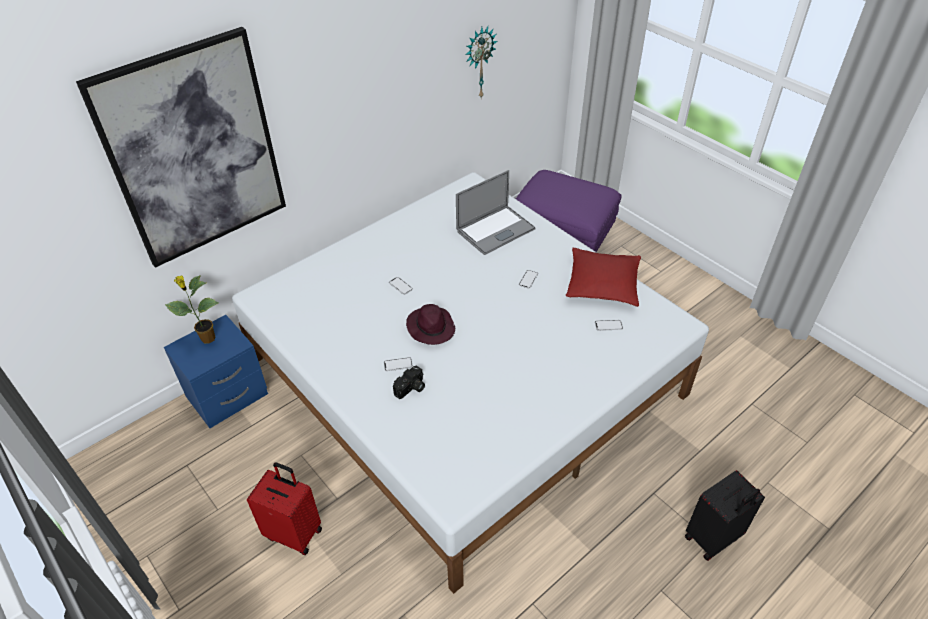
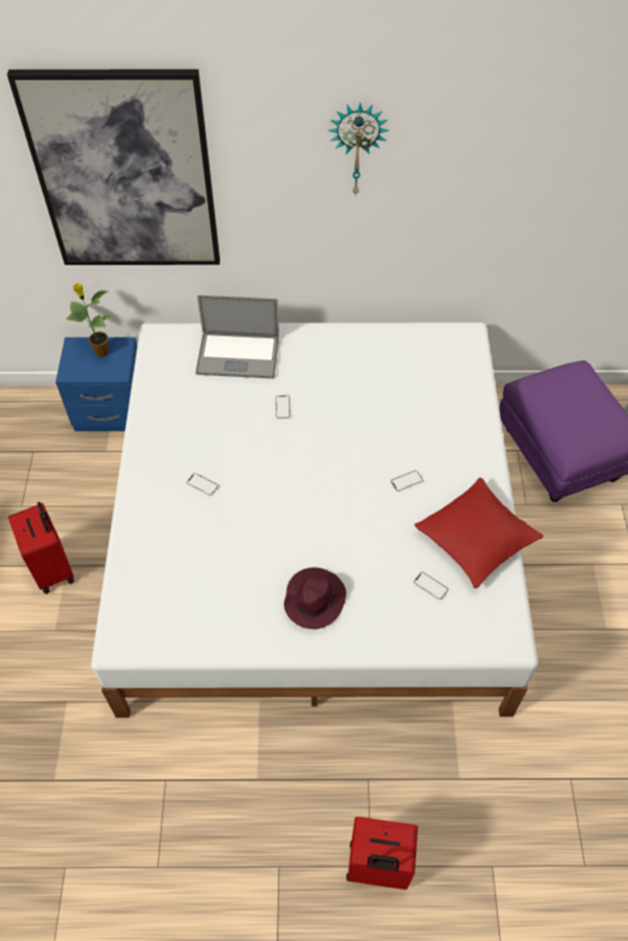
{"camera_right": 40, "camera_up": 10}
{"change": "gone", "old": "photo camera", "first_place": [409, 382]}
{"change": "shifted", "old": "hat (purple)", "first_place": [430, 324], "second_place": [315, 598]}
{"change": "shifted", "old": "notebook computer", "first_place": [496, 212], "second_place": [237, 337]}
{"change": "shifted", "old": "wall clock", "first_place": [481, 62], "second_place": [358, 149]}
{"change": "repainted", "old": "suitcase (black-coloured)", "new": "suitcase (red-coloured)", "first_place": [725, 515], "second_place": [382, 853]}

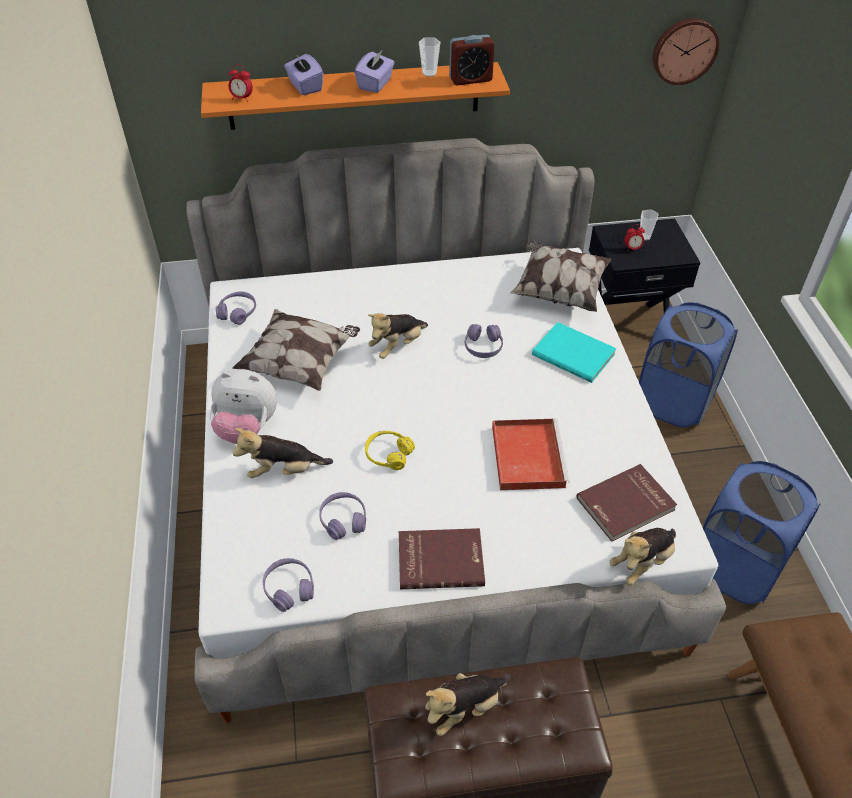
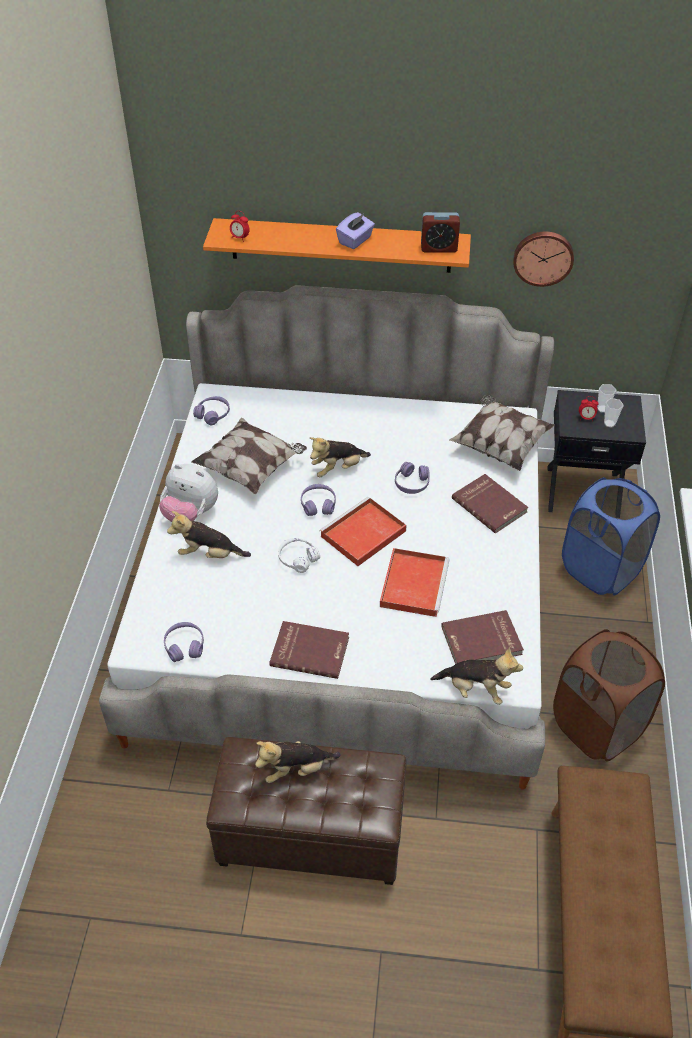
{"camera_right": 15, "camera_up": 0}
{"change": "gone", "old": "tissue holder (purple)", "first_place": [303, 74]}
{"change": "shifted", "old": "headphones (purple)", "first_place": [342, 516], "second_place": [318, 500]}
{"change": "repainted", "old": "headphones (yellow)", "new": "headphones (white)", "first_place": [390, 450], "second_place": [299, 555]}
{"change": "shifted", "old": "cup", "first_place": [429, 57], "second_place": [614, 413]}
{"change": "repainted", "old": "book (blue-green)", "new": "book (red-coloured)", "first_place": [574, 352], "second_place": [490, 504]}
{"change": "rotated", "old": "plush toy", "first_place": [642, 557], "second_place": [476, 676], "degrees": -135}
{"change": "shifted", "old": "wall clock", "first_place": [686, 51], "second_place": [543, 259]}
{"change": "repainted", "old": "washing basket (blue-coloured)", "new": "washing basket (brown-coloured)", "first_place": [762, 532], "second_place": [609, 695]}
{"change": "new", "new": "tray (red-coloured)", "second_place": [362, 531]}

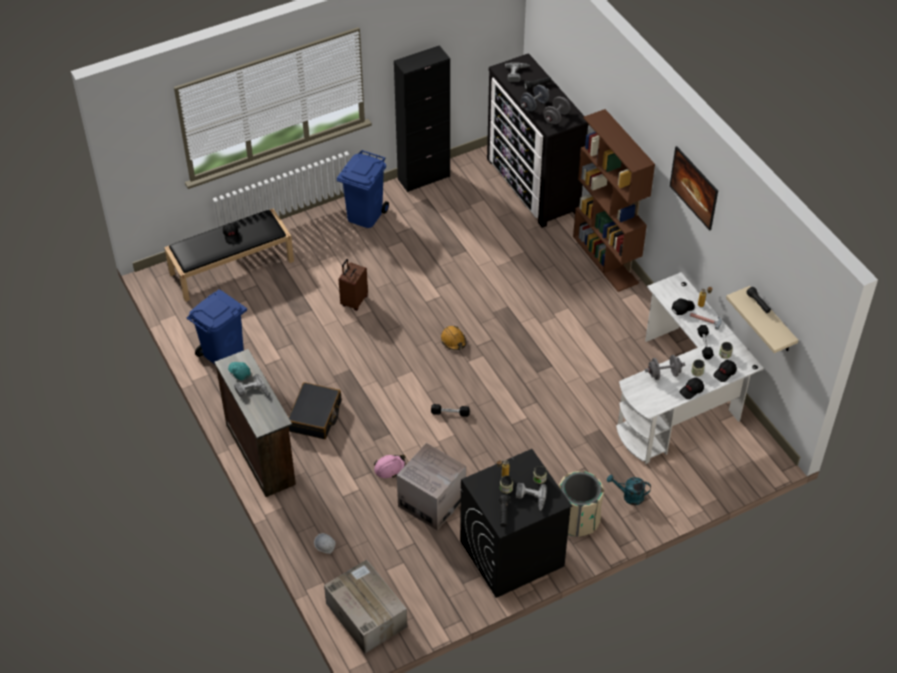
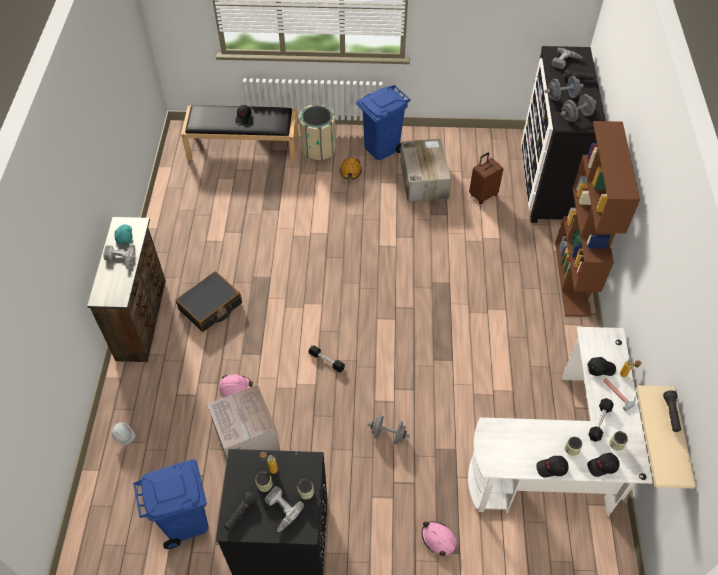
{"camera_right": 30, "camera_up": 5}
{"change": "shifted", "old": "trash can (blue-coloured)", "first_place": [217, 326], "second_place": [170, 504]}
{"change": "shifted", "old": "cardboard box", "first_place": [366, 607], "second_place": [425, 170]}
{"change": "shifted", "old": "suitcase (brown-coloured)", "first_place": [353, 285], "second_place": [486, 178]}
{"change": "gone", "old": "storage cabinet (black-coloured)", "first_place": [422, 118]}
{"change": "shifted", "old": "work helmet (orangey)", "first_place": [453, 338], "second_place": [351, 168]}
{"change": "shifted", "old": "trash can (beige)", "first_place": [581, 504], "second_place": [317, 132]}
{"change": "swapped", "old": "watering pot (blue-green)", "new": "work helmet (pinkish)", "first_place": [629, 489], "second_place": [439, 538]}
{"change": "shifted", "old": "dumbbell (greyish)", "first_place": [665, 367], "second_place": [389, 430]}
{"change": "gone", "old": "wall picture", "first_place": [694, 188]}

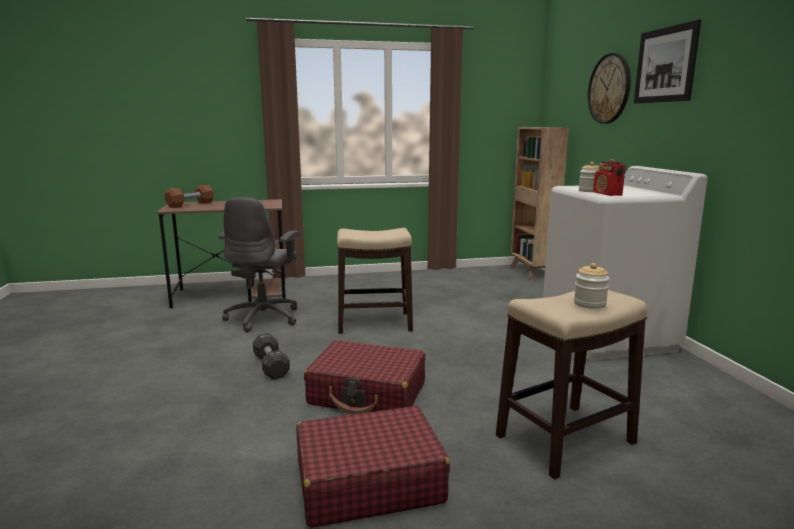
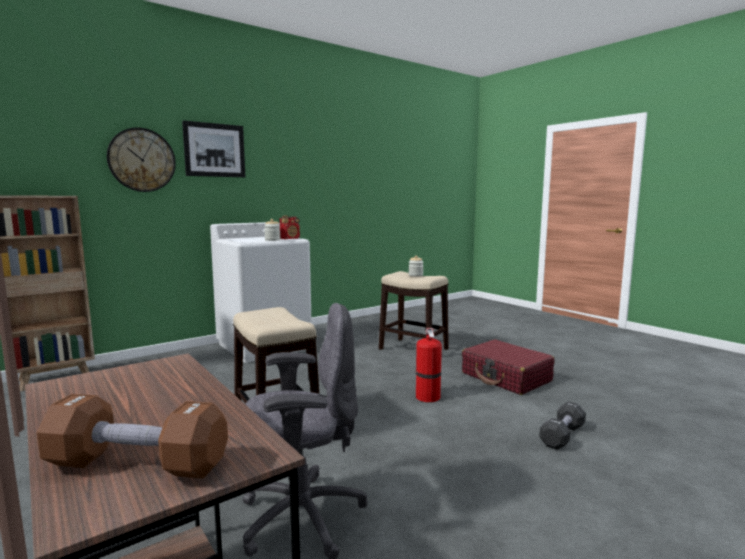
{"camera_right": -115, "camera_up": -5}
{"change": "shifted", "old": "dumbbell (black-coloured)", "first_place": [271, 356], "second_place": [562, 426]}
{"change": "swapped", "old": "suitcase (red-coloured)", "new": "fire extinguisher", "first_place": [364, 377], "second_place": [429, 365]}

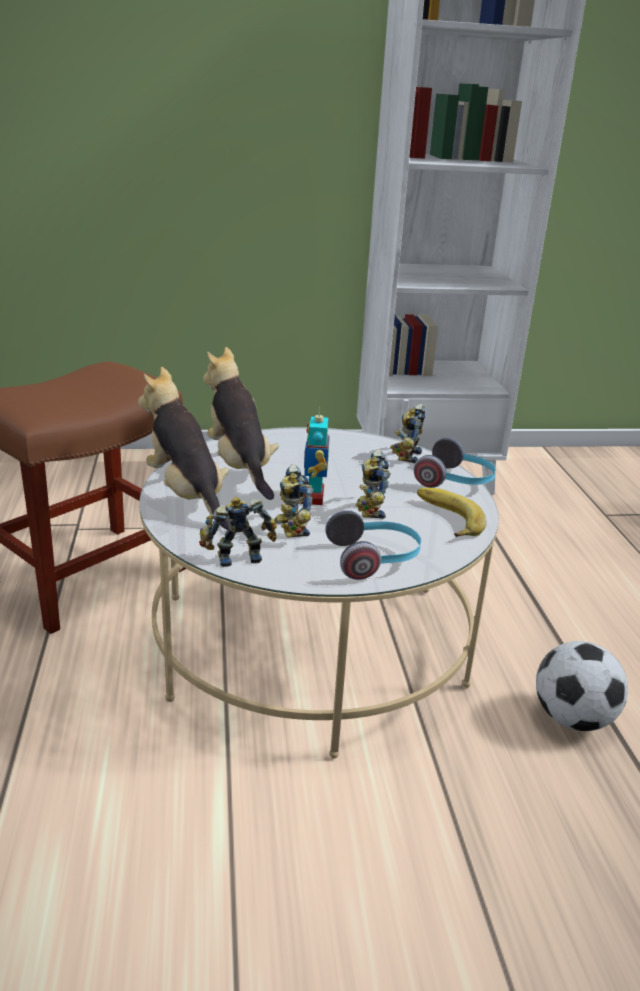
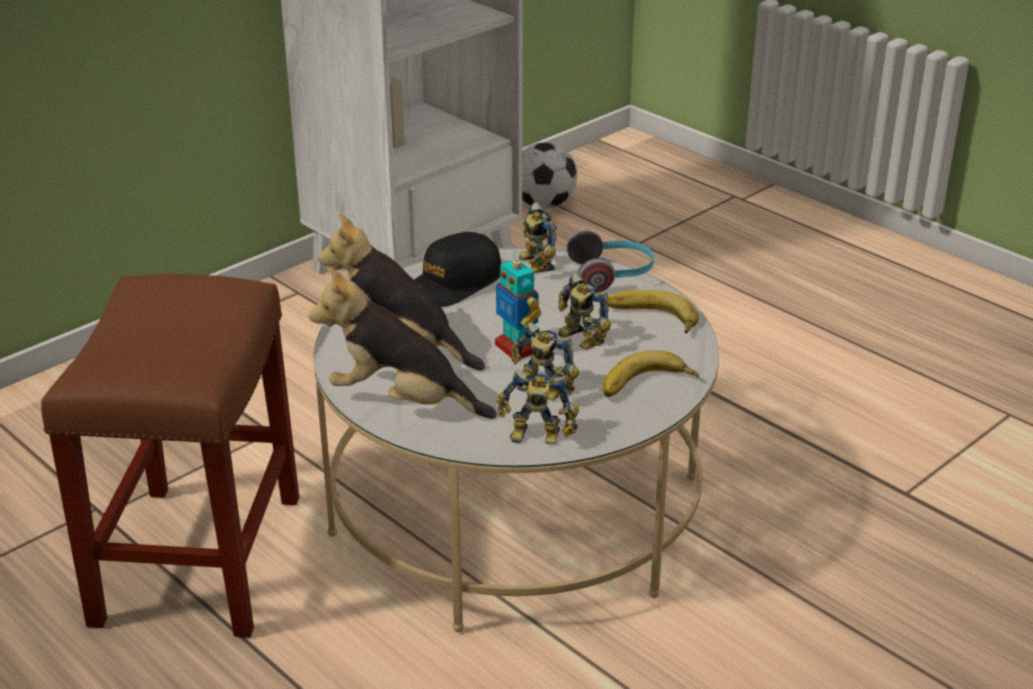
{"camera_right": -35, "camera_up": 5}
{"change": "rotated", "old": "toy robot", "first_place": [238, 532], "second_place": [538, 407], "degrees": -120}
{"change": "swapped", "old": "headphones", "new": "banana fruit", "first_place": [373, 545], "second_place": [651, 373]}
{"change": "shifted", "old": "football ball", "first_place": [582, 686], "second_place": [549, 175]}
{"change": "new", "new": "cap (black-coloured)", "second_place": [457, 269]}

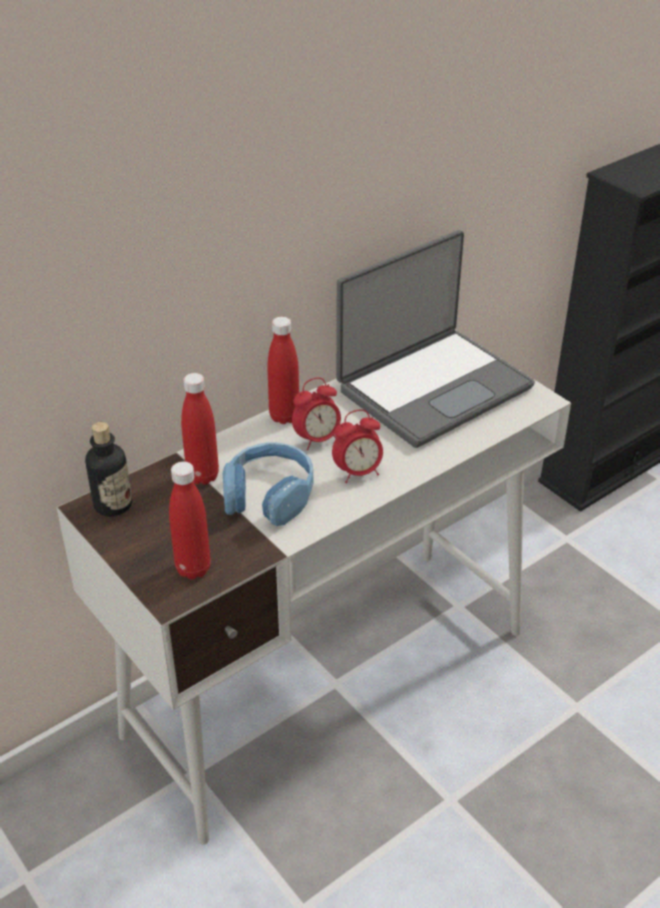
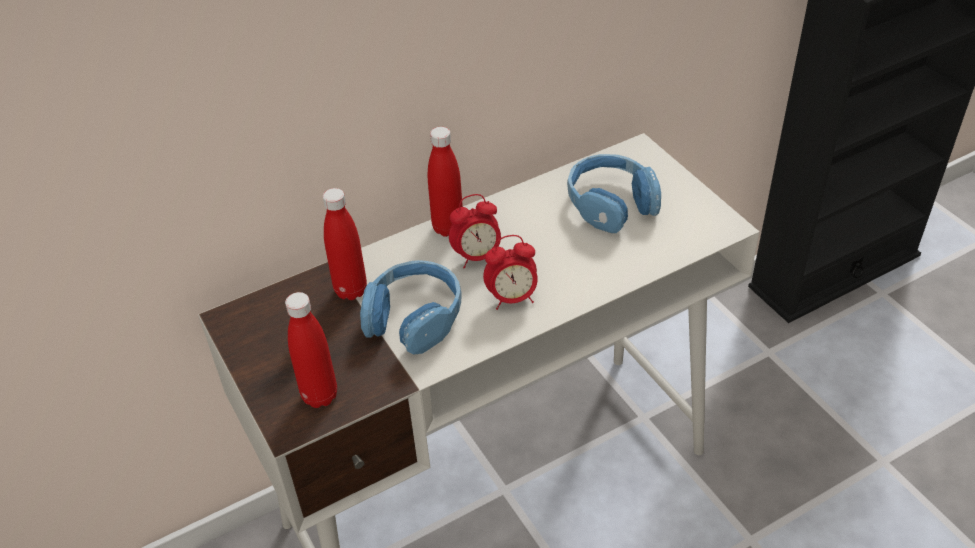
{"camera_right": 10, "camera_up": 5}
{"change": "gone", "old": "beverage bottle", "first_place": [108, 469]}
{"change": "swapped", "old": "notebook computer", "new": "headphones (blue-coloured)", "first_place": [435, 339], "second_place": [614, 193]}

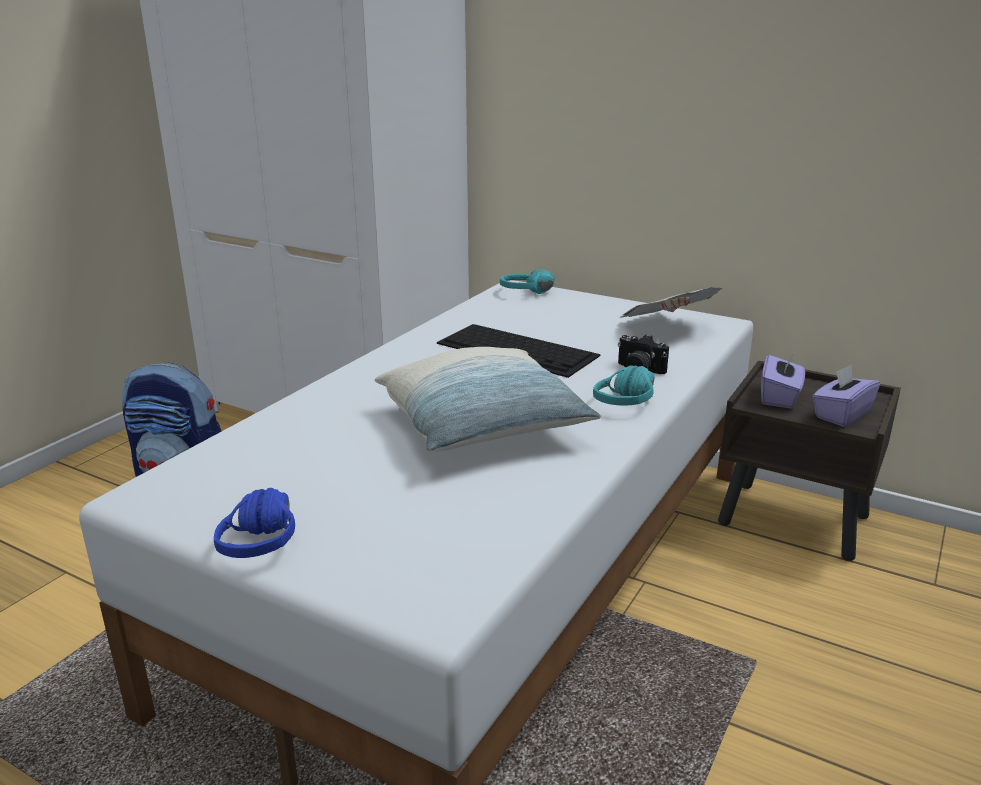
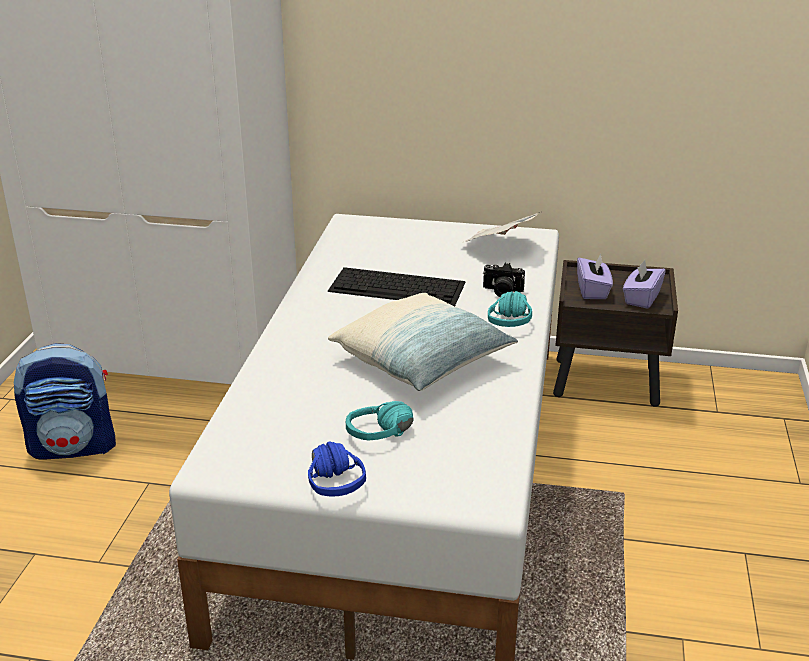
{"camera_right": -20, "camera_up": 5}
{"change": "shifted", "old": "headphones (blue-green)", "first_place": [527, 281], "second_place": [380, 421]}

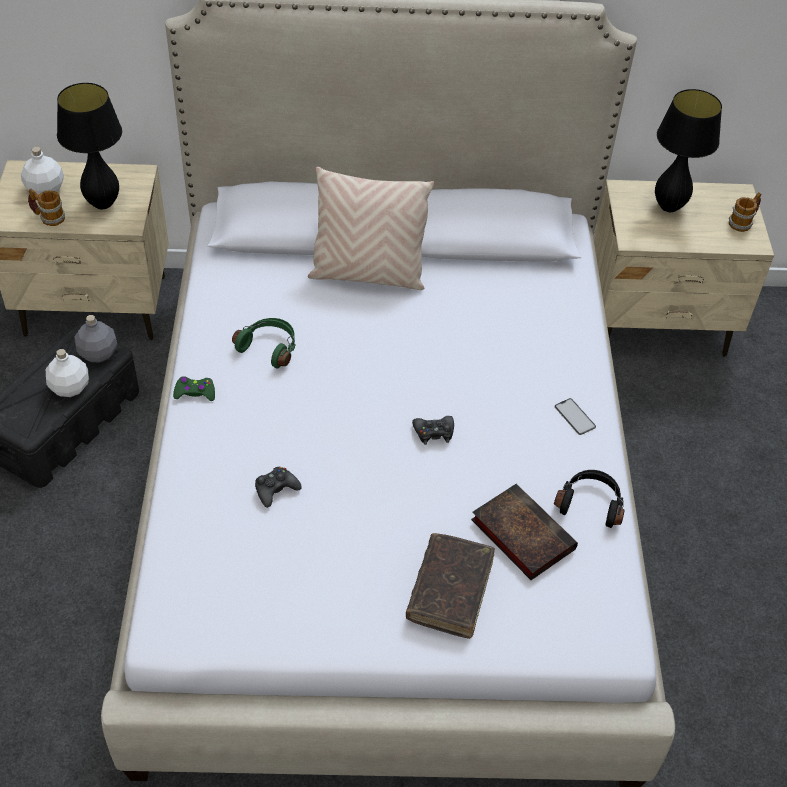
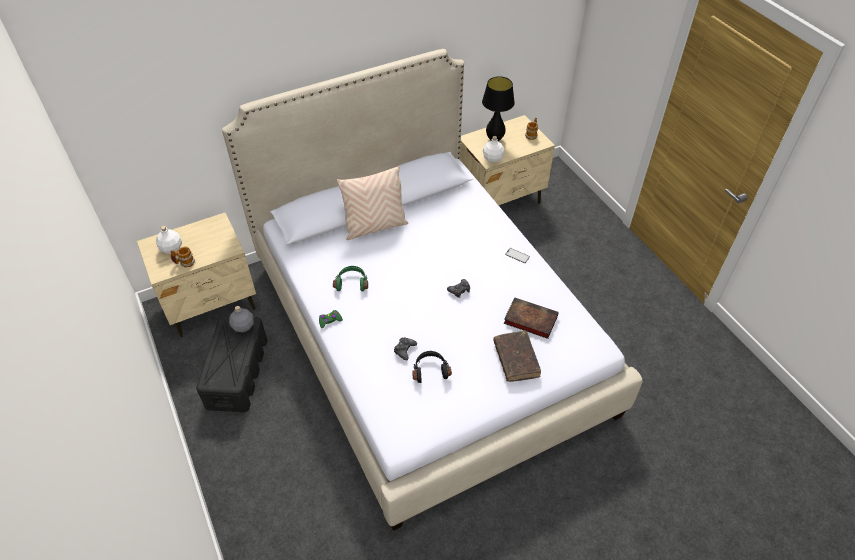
{"camera_right": -25, "camera_up": 0}
{"change": "shifted", "old": "beverage bottle (white)", "first_place": [67, 373], "second_place": [493, 149]}
{"change": "gone", "old": "tabletop lamp (black-coloured)", "first_place": [89, 146]}
{"change": "shifted", "old": "headphones (black-coloured)", "first_place": [589, 499], "second_place": [432, 367]}

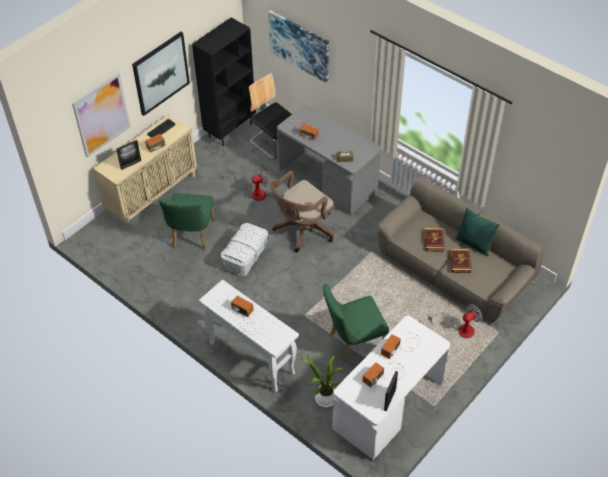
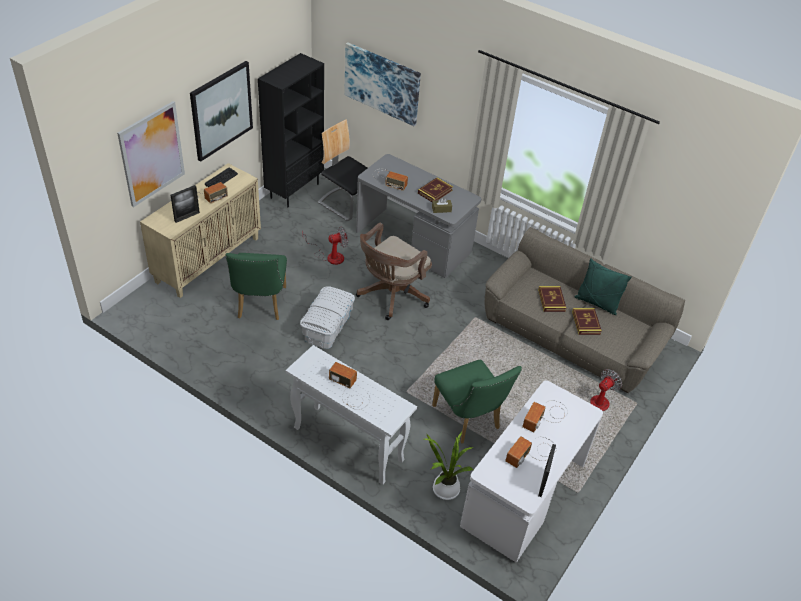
{"camera_right": -10, "camera_up": -5}
{"change": "rotated", "old": "chair (green-coloured)", "first_place": [356, 322], "second_place": [477, 401], "degrees": -90}
{"change": "new", "new": "book", "second_place": [435, 189]}

